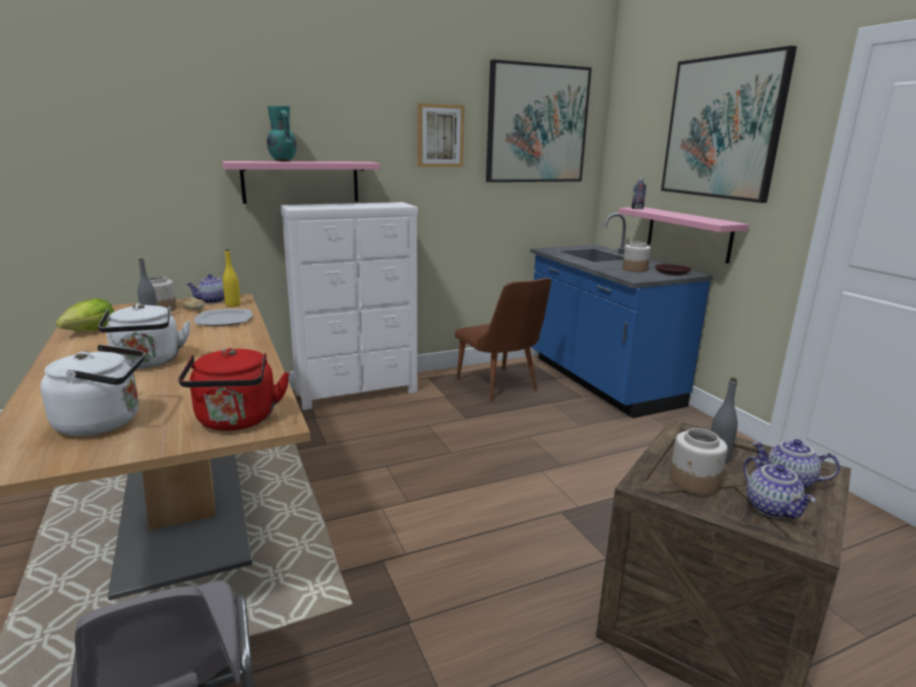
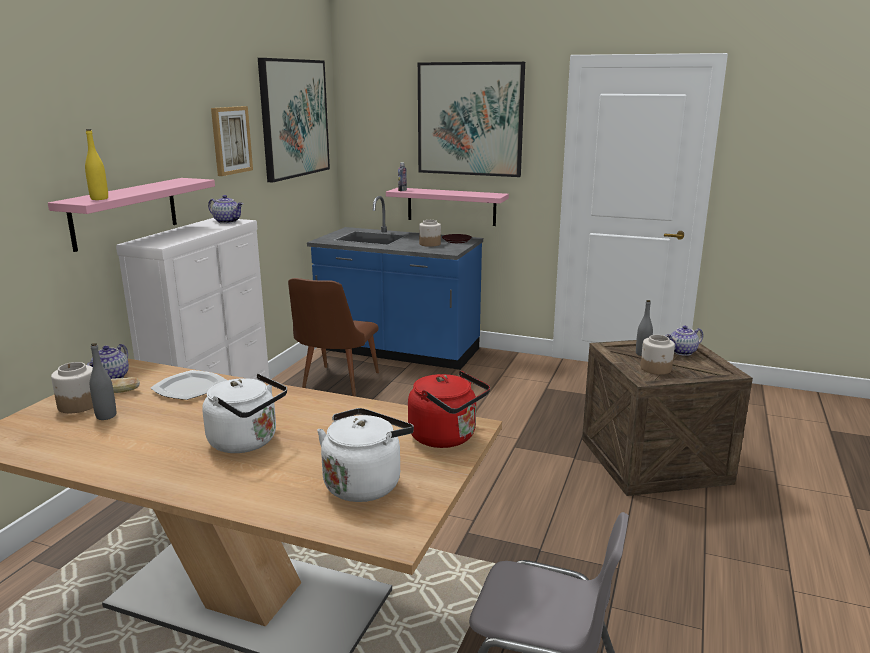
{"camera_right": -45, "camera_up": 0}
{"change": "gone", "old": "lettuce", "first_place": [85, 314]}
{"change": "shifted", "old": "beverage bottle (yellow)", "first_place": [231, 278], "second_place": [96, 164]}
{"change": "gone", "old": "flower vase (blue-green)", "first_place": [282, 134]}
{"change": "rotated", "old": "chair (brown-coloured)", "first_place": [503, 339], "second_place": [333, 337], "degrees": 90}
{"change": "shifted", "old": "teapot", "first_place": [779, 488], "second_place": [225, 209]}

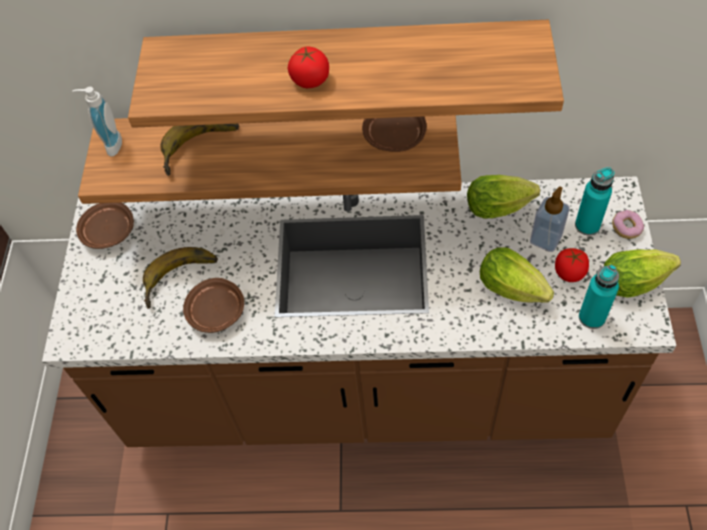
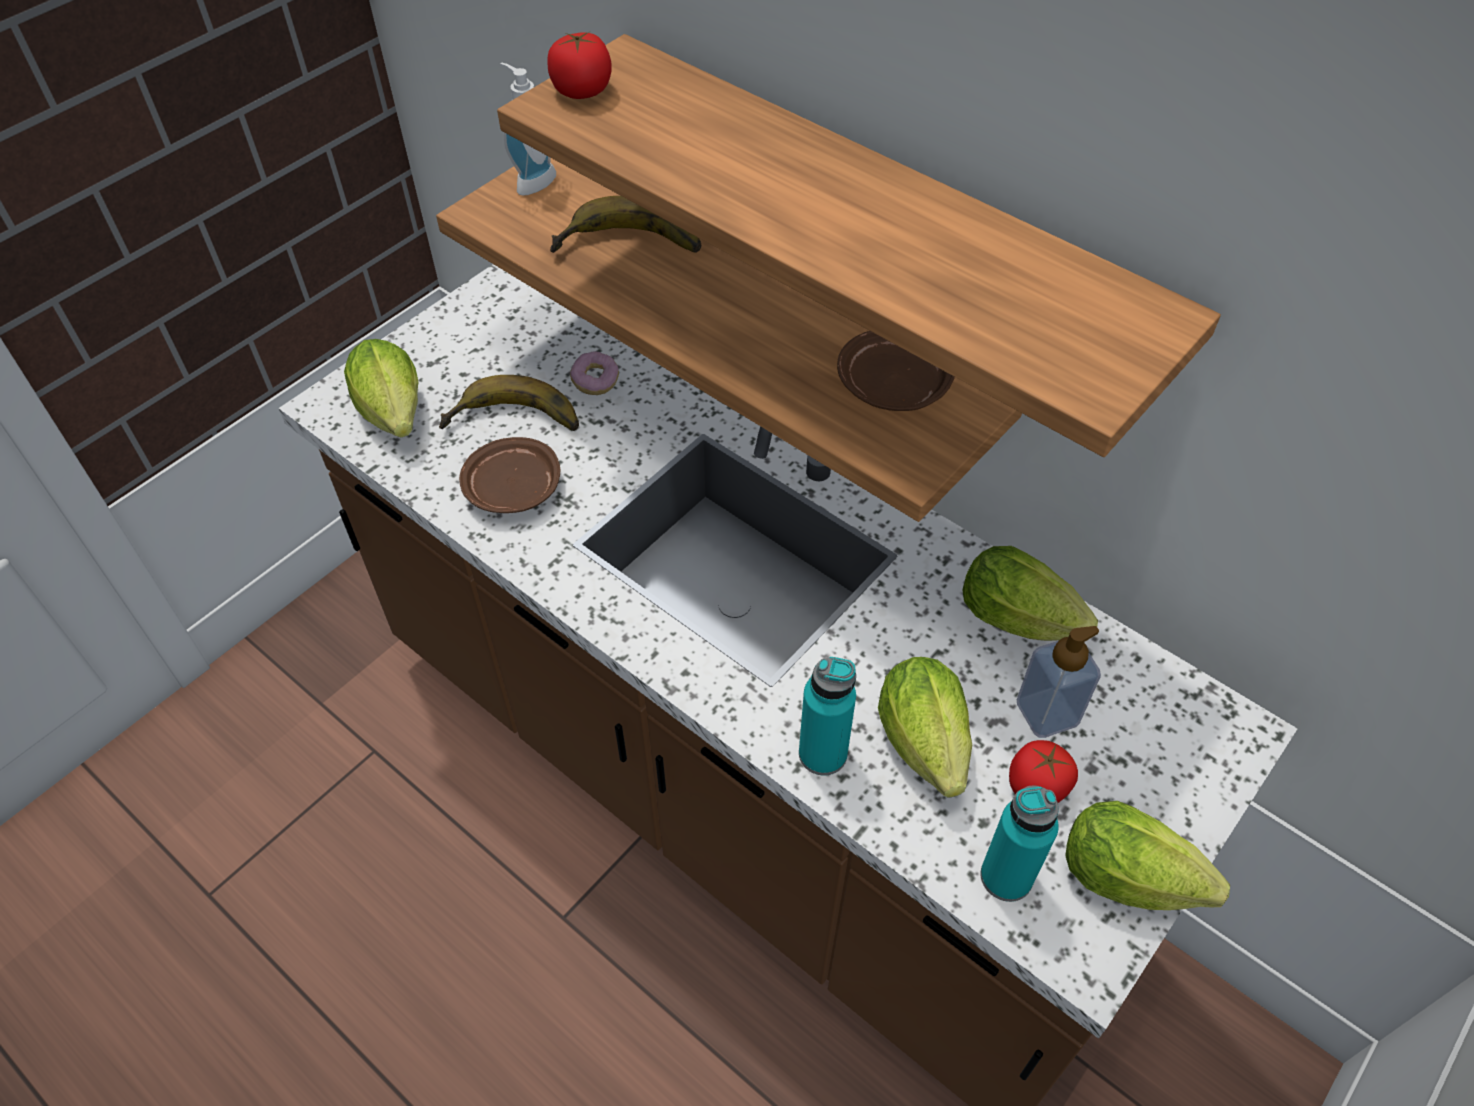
{"camera_right": 35, "camera_up": -5}
{"change": "gone", "old": "flat dish (brown-coloured)", "first_place": [105, 226]}
{"change": "shifted", "old": "tomato", "first_place": [308, 67], "second_place": [579, 65]}
{"change": "shifted", "old": "beverage bottle (blue-green)", "first_place": [594, 201], "second_place": [827, 716]}
{"change": "shifted", "old": "ring doughnut", "first_place": [628, 224], "second_place": [594, 373]}
{"change": "new", "new": "lettuce", "second_place": [381, 388]}

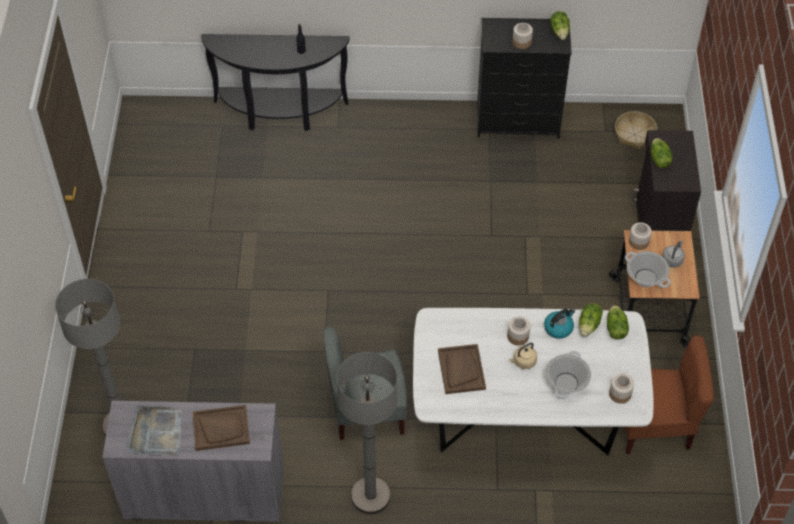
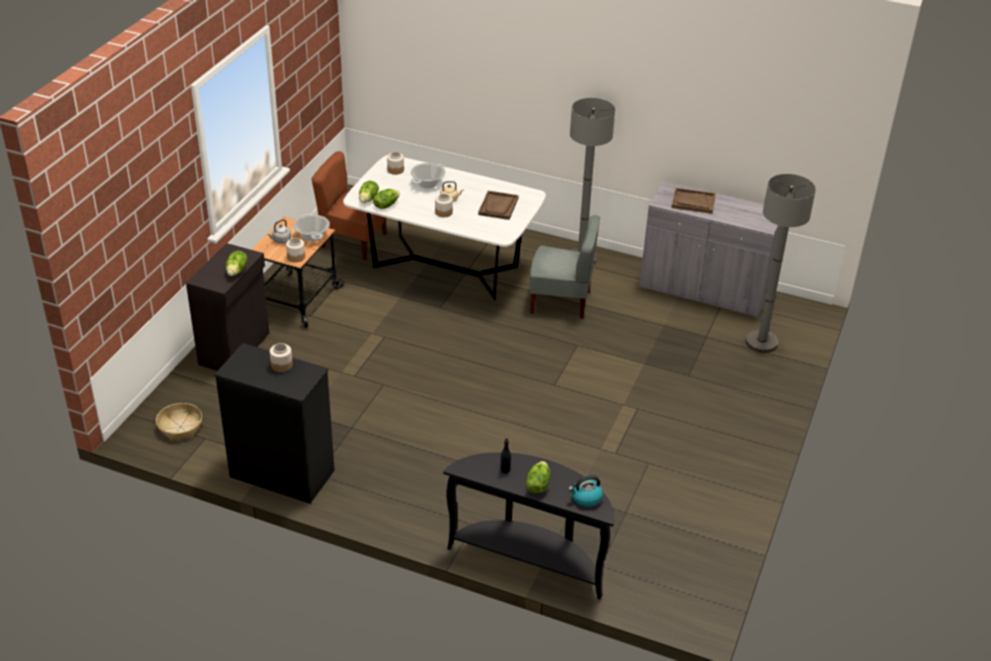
{"camera_right": -160, "camera_up": -15}
{"change": "gone", "old": "tray (greyish)", "first_place": [154, 430]}
{"change": "shifted", "old": "water kettle", "first_place": [559, 323], "second_place": [585, 491]}
{"change": "shifted", "old": "lettuce", "first_place": [560, 25], "second_place": [538, 477]}

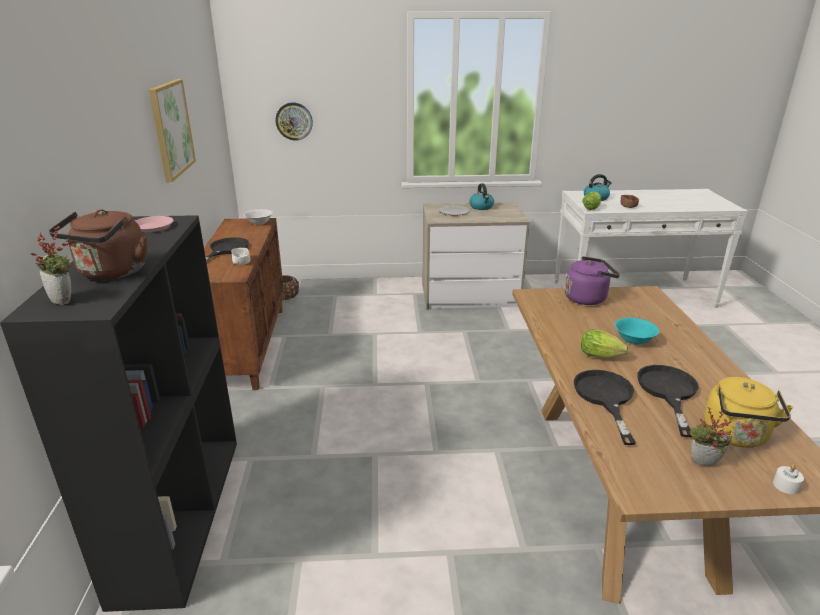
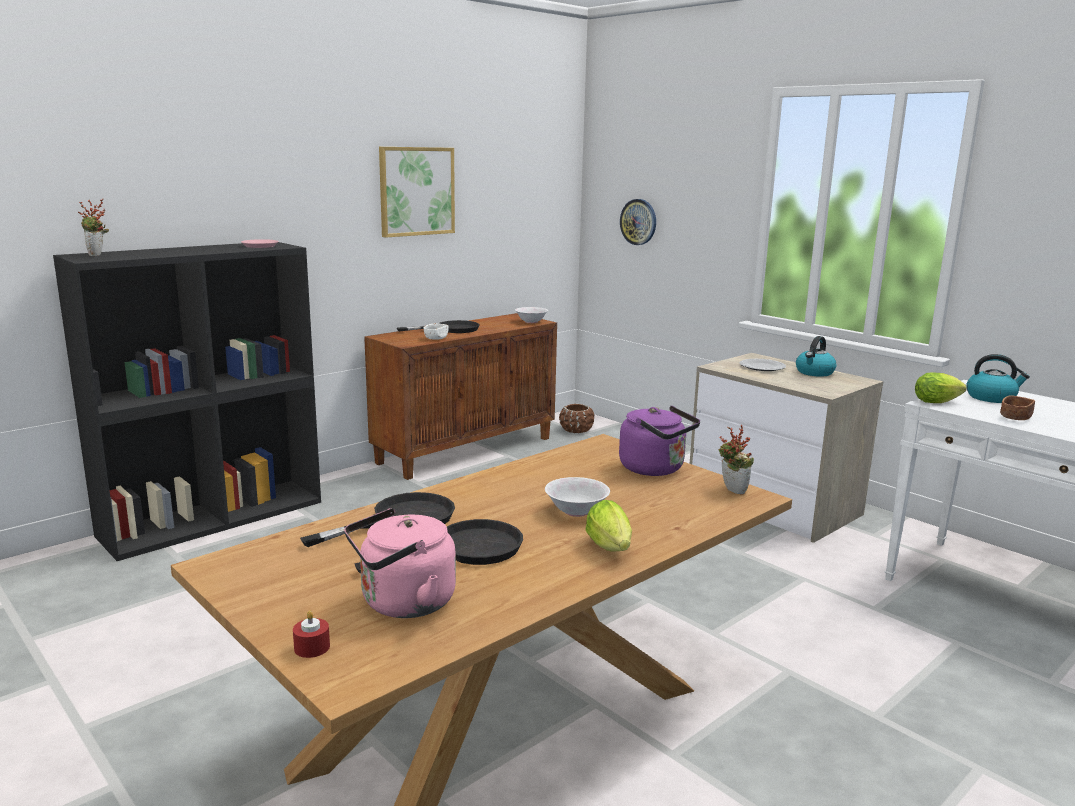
{"camera_right": 50, "camera_up": -10}
{"change": "gone", "old": "water kettle (brown-coloured)", "first_place": [98, 244]}
{"change": "shifted", "old": "lettuce", "first_place": [604, 343], "second_place": [608, 526]}
{"change": "repainted", "old": "bowl (blue-green)", "new": "bowl (white)", "first_place": [637, 331], "second_place": [577, 497]}
{"change": "shifted", "old": "plant in a pot", "first_place": [712, 436], "second_place": [736, 459]}
{"change": "repainted", "old": "water kettle (yellow)", "new": "water kettle (pinkish)", "first_place": [749, 412], "second_place": [400, 563]}
{"change": "repainted", "old": "candle (white)", "new": "candle (red-coloured)", "first_place": [788, 479], "second_place": [311, 634]}

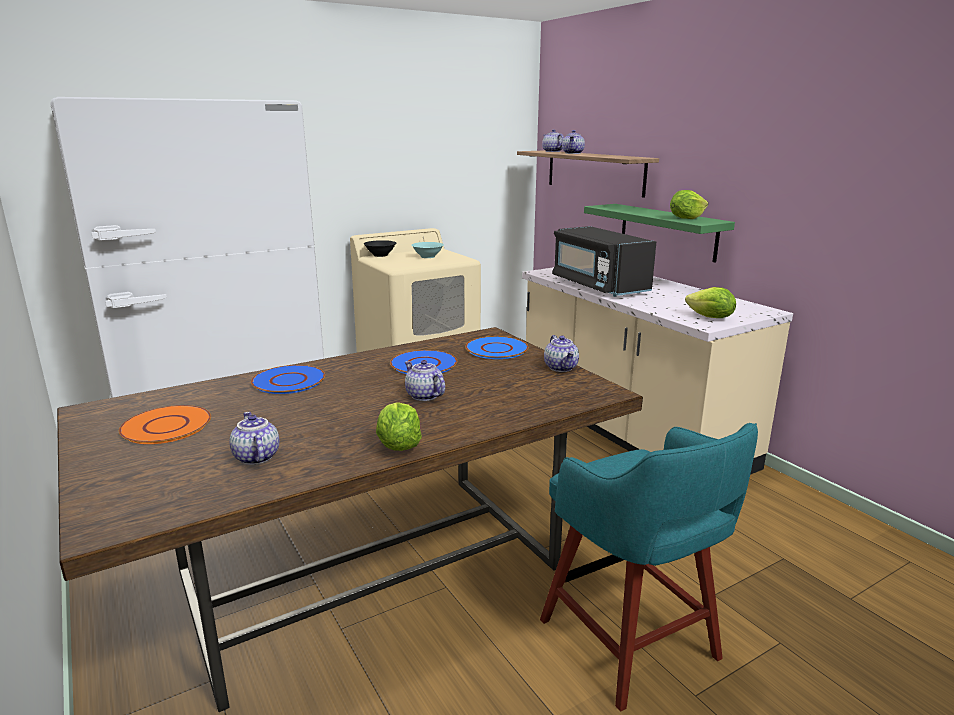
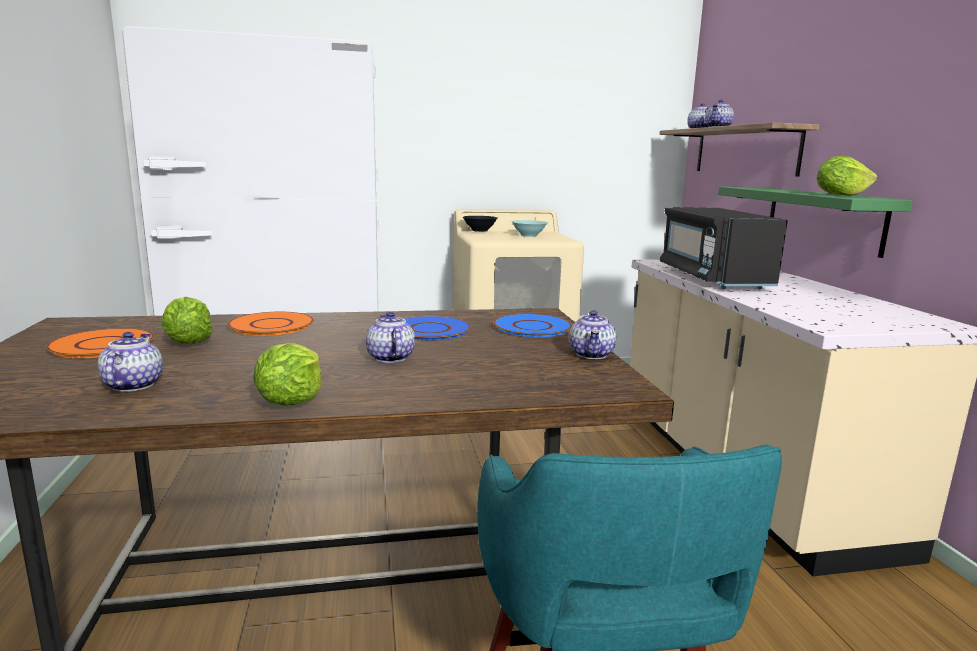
{"camera_right": 20, "camera_up": -5}
{"change": "repainted", "old": "flat dish (blue-coloured)", "new": "flat dish (orangey)", "first_place": [288, 379], "second_place": [271, 324]}
{"change": "shifted", "old": "lettuce", "first_place": [710, 302], "second_place": [187, 320]}

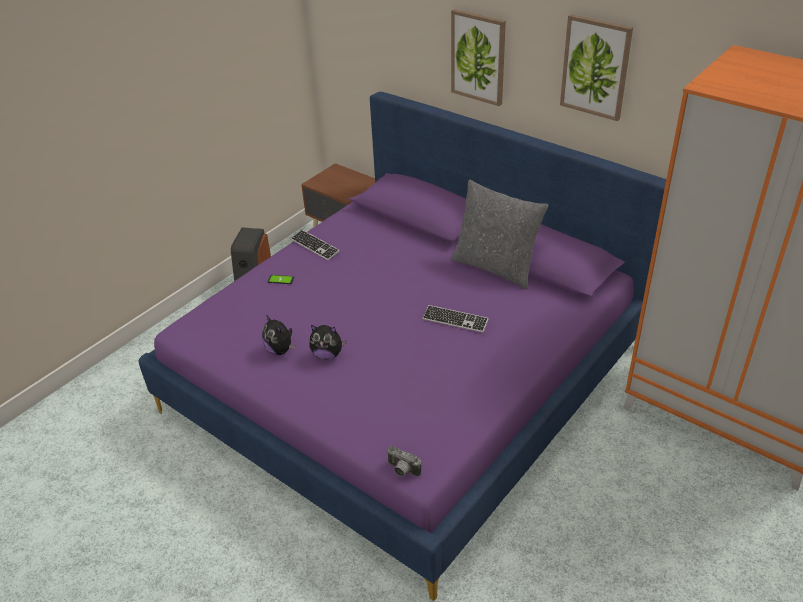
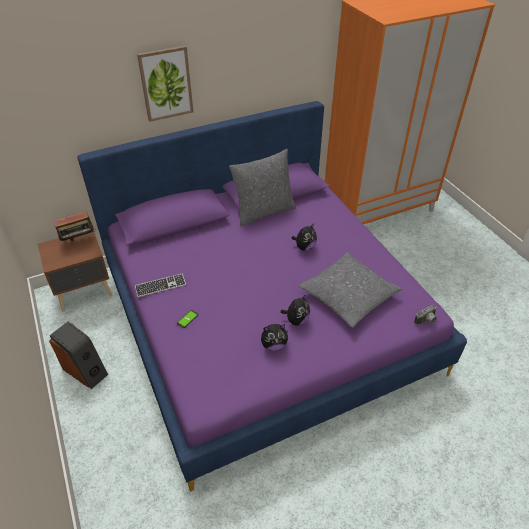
{"camera_right": -65, "camera_up": 5}
{"change": "swapped", "old": "keyboard", "new": "plush toy", "first_place": [455, 319], "second_place": [304, 237]}
{"change": "gone", "old": "wall picture", "first_place": [596, 67]}
{"change": "new", "new": "radio receiver", "second_place": [74, 226]}
{"change": "new", "new": "throw pillow (greyish)", "second_place": [350, 290]}

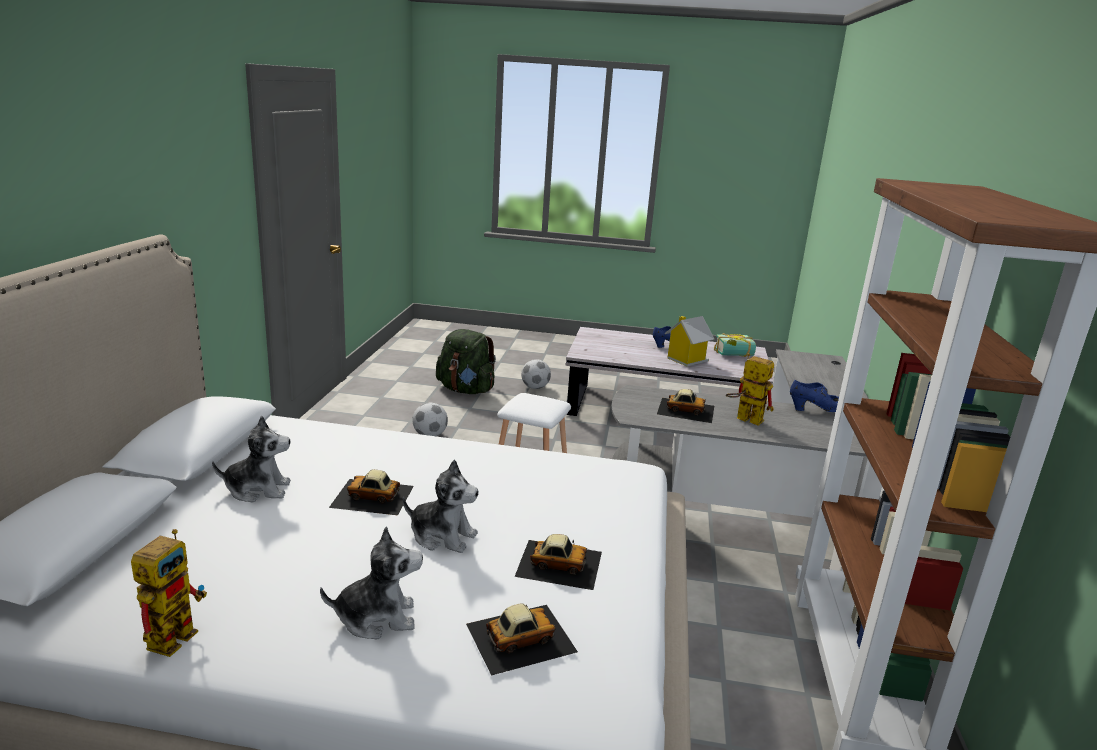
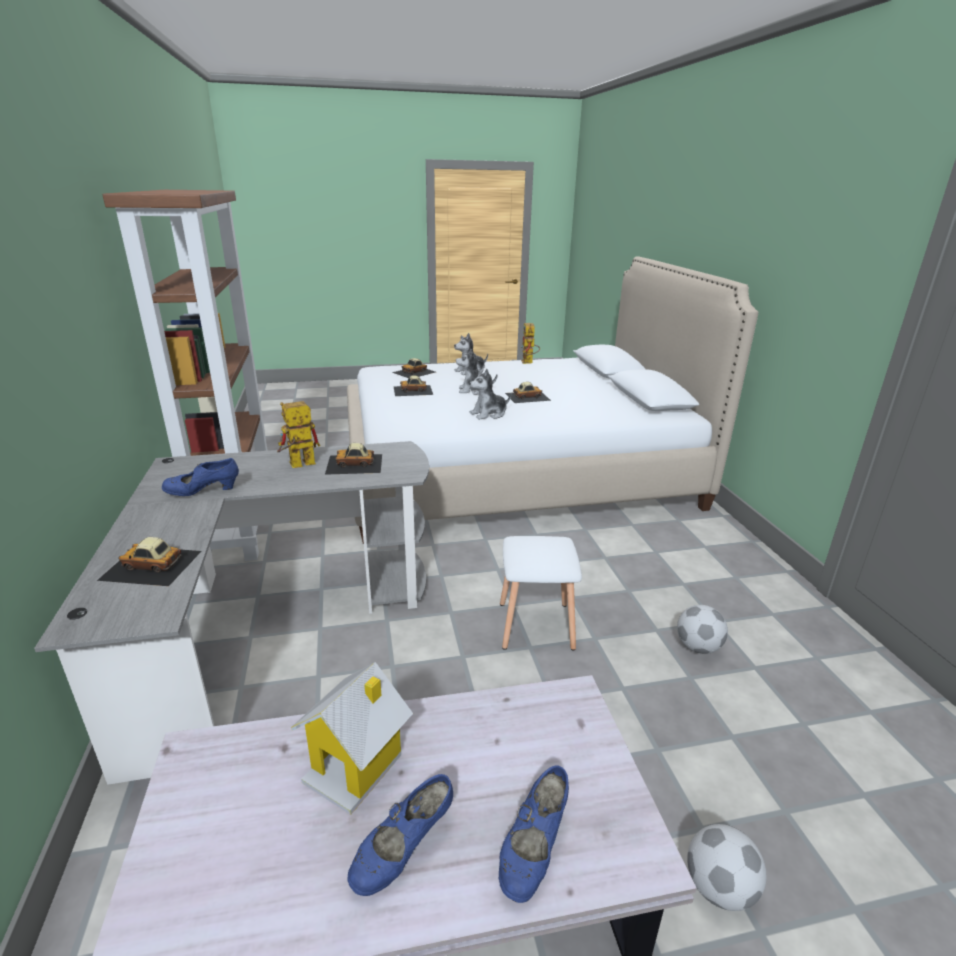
{"camera_right": 160, "camera_up": 5}
{"change": "shifted", "old": "plush toy", "first_place": [251, 459], "second_place": [490, 394]}
{"change": "gone", "old": "backpack (green-coloured)", "first_place": [466, 361]}
{"change": "gone", "old": "book", "first_place": [735, 345]}
{"change": "rotated", "old": "toy robot", "first_place": [750, 389], "second_place": [298, 434], "degrees": 135}
{"change": "new", "new": "model car", "second_place": [149, 561]}
{"change": "new", "new": "item of footwear (blue-coloured)", "second_place": [534, 834]}

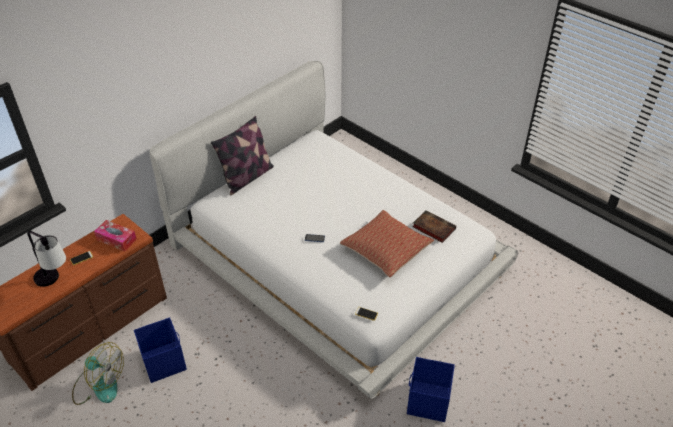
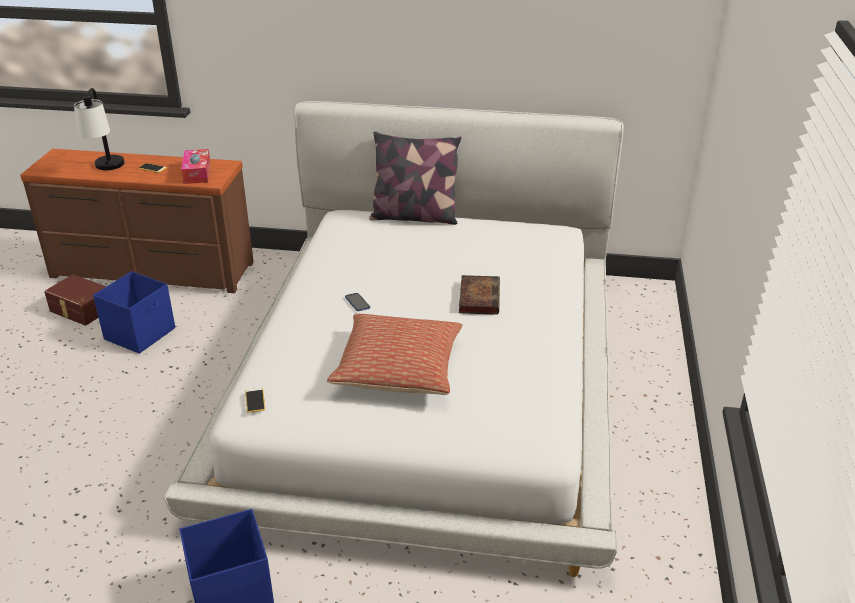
{"camera_right": 55, "camera_up": -10}
{"change": "swapped", "old": "electric fan", "new": "storage container (brown-coloured)", "first_place": [98, 373], "second_place": [75, 300]}
{"change": "shifted", "old": "book", "first_place": [434, 226], "second_place": [479, 295]}

